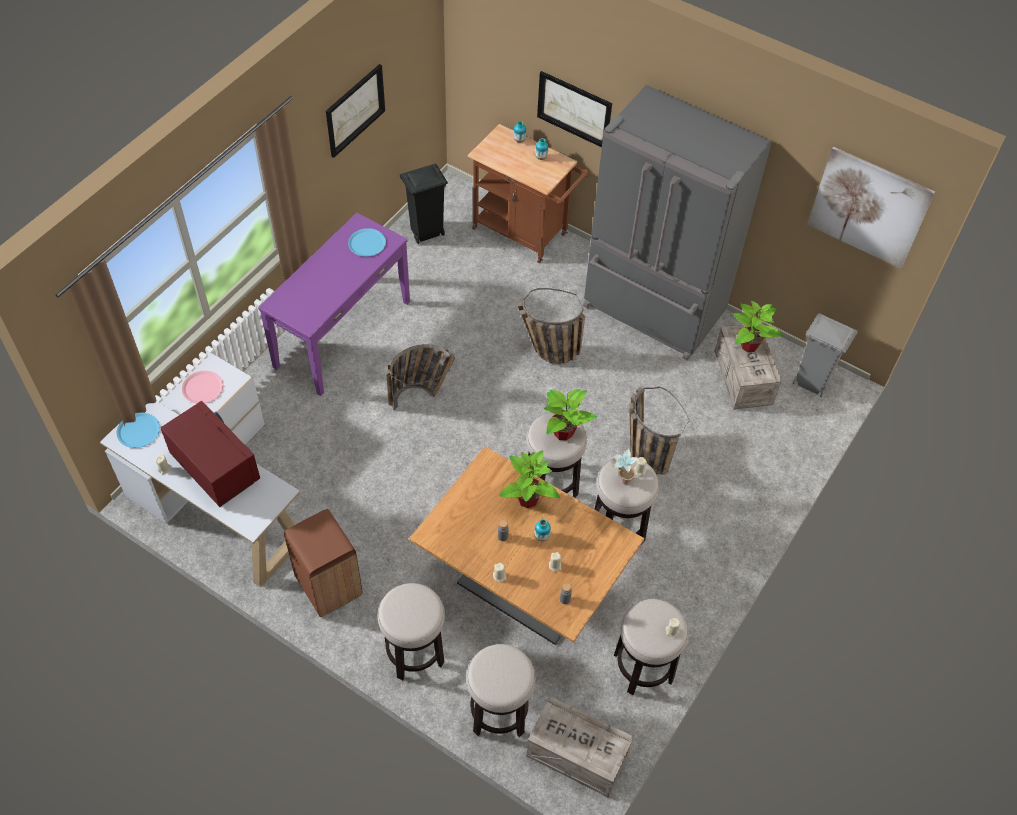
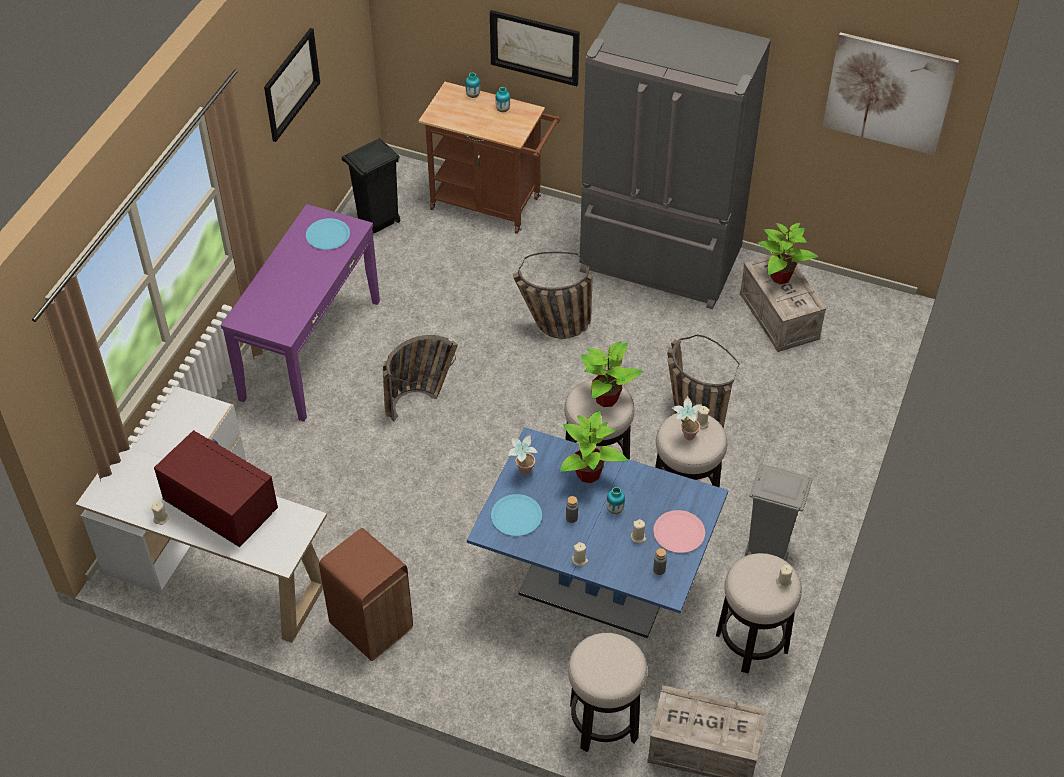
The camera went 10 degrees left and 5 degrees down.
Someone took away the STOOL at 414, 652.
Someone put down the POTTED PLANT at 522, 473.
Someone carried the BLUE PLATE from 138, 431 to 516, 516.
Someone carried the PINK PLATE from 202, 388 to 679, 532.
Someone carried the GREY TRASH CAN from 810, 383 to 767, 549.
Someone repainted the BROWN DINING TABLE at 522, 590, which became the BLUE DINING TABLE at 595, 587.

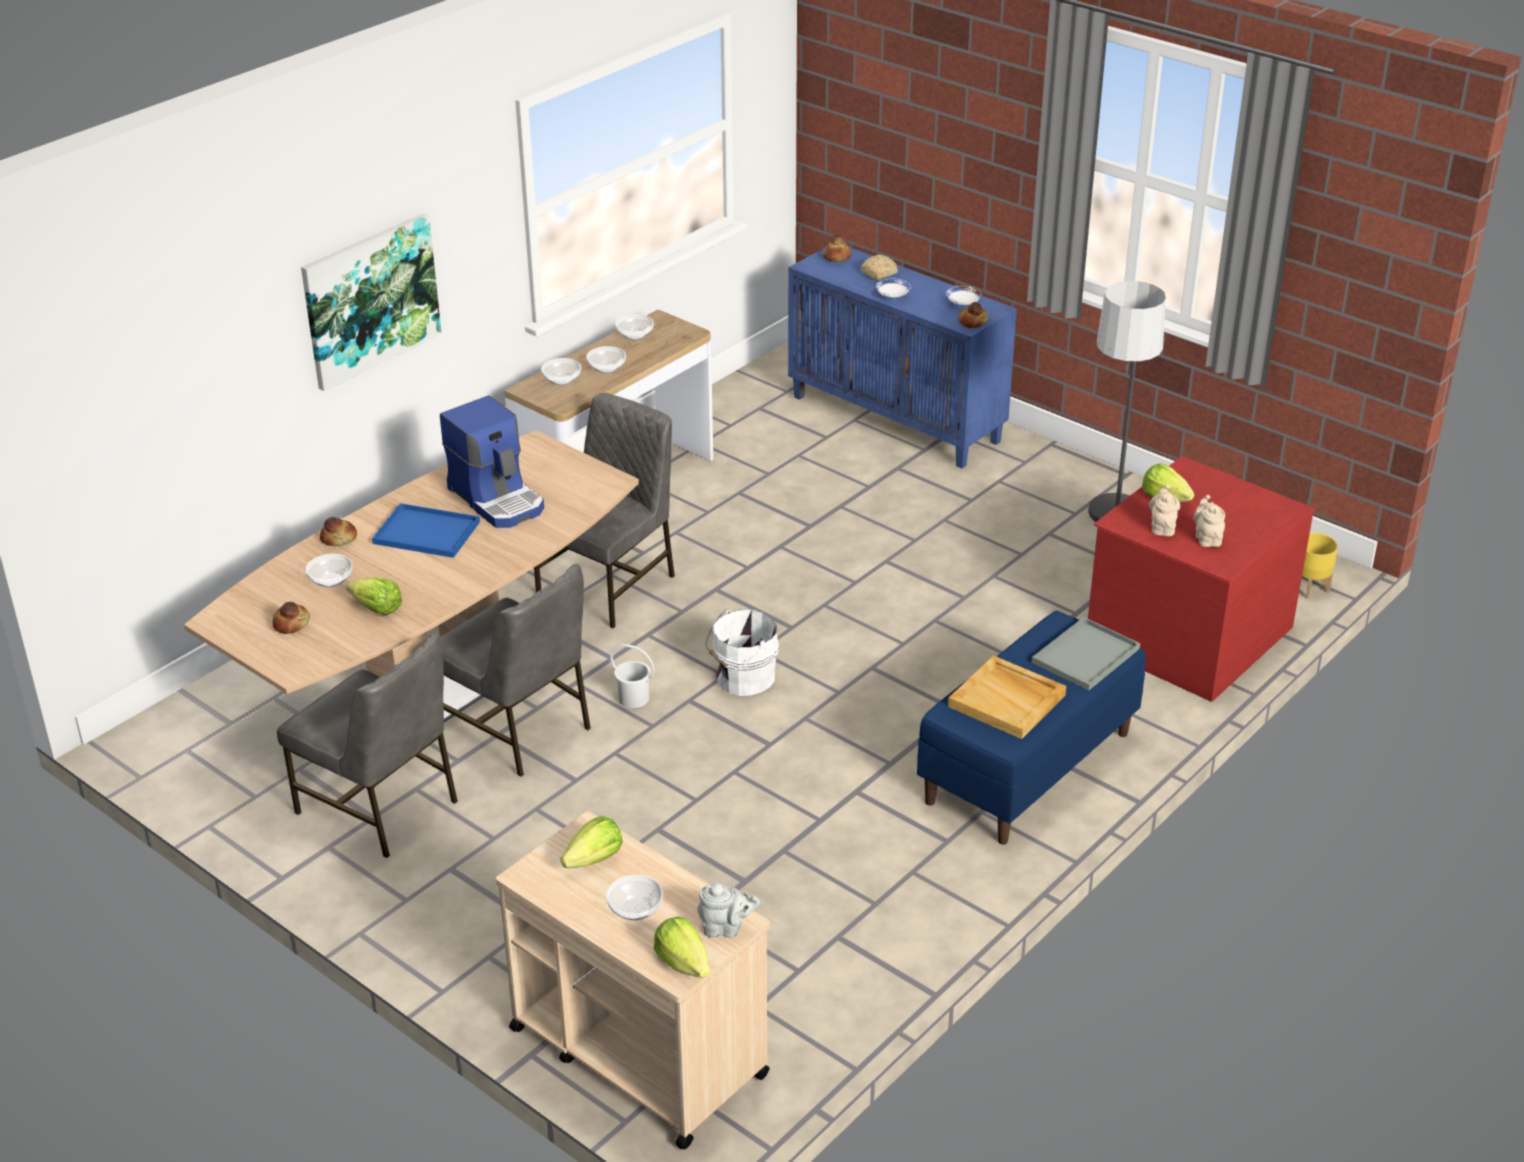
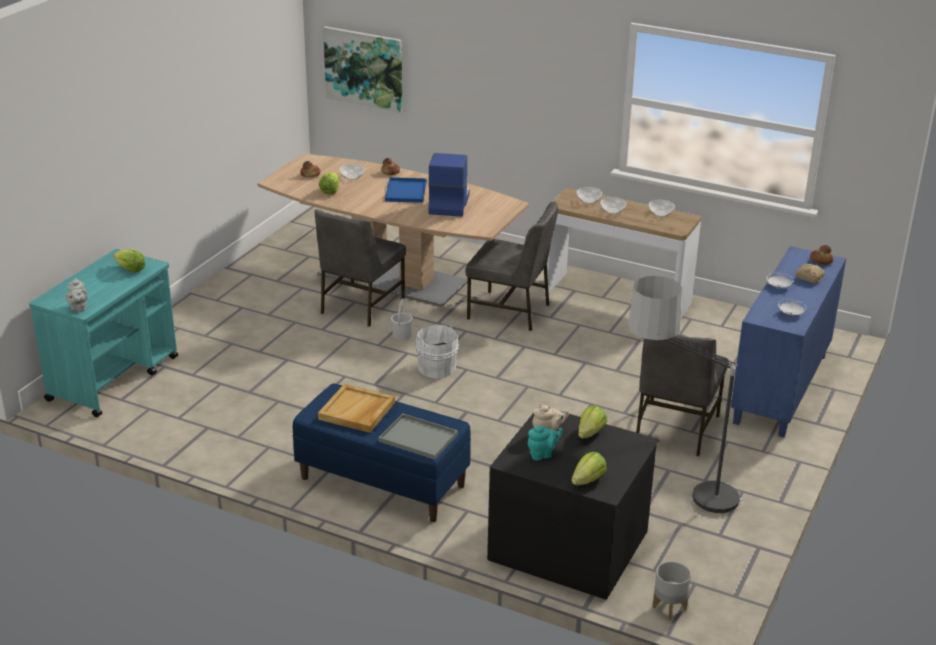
The camera went 75 degrees right and 5 degrees down.
Someone took away the BOWL at 636, 909.
Someone took away the BREAD at 973, 322.
Someone carried the GREY CHAIR from 380, 807 to 675, 429.
Someone carried the PICTURE from 370, 300 to 364, 68.
Someone carried the LETTUCE from 683, 963 to 588, 480.
Someone repainted the BEIGE CART at 637, 1050, which became the TURQUOISE CART at 114, 378.
Someone repainted the RED DRESSER at 1186, 634, which became the BLACK DRESSER at 569, 543.
Someone repainted the BEIGE TEAPOT at 1207, 538, which became the TURQUOISE TEAPOT at 542, 454.
Someone repainted the YELLOW PLANTER at 1310, 588, which became the GREY PLANTER at 669, 608.
Someone rotated the COFFEE MACHINE at 498, 499 by 150 degrees clockwise.

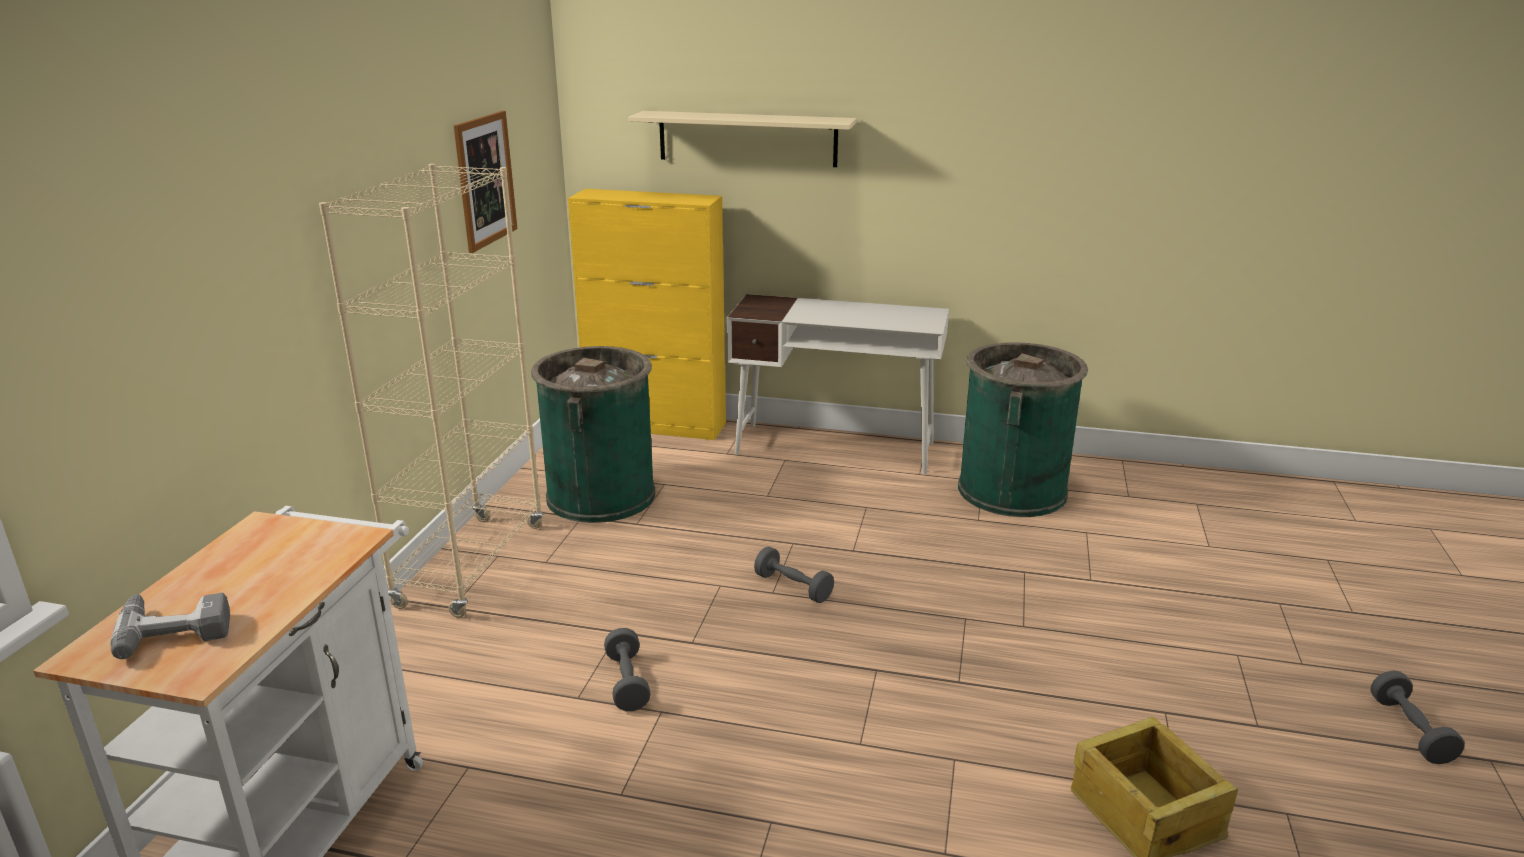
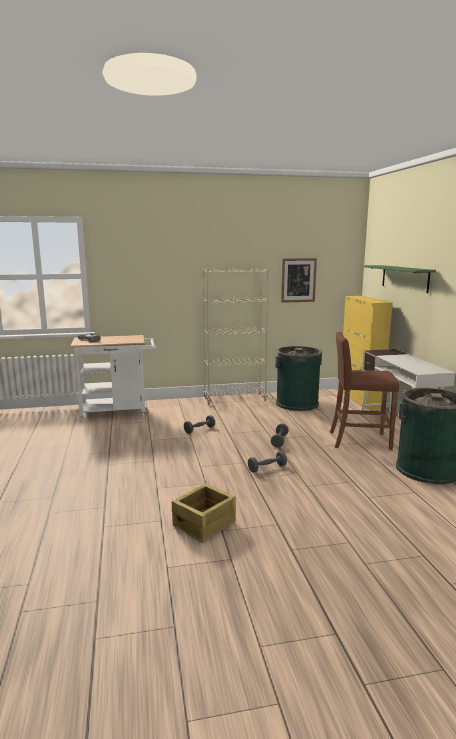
The camera went 65 degrees right and 10 degrees down.
Someone put down the BROWN STOOL at 359, 440.
Someone carried the GREY DUMBBELL from 1410, 730 to 267, 468.
Someone repainted the BEIGE SHELF at 747, 138, which became the GREEN SHELF at 404, 278.

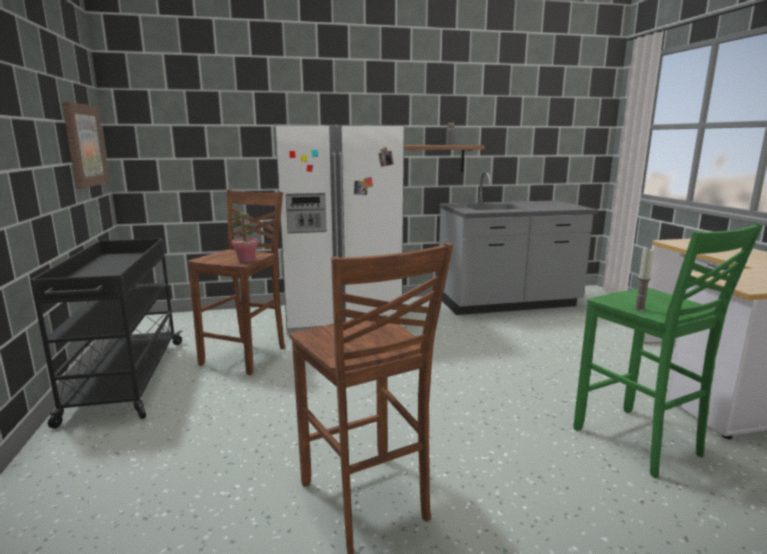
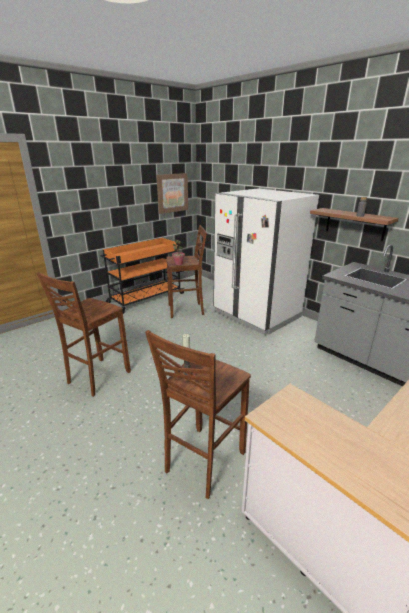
The camera went 60 degrees right and 10 degrees up.
Someone repainted the BLACK CART at 126, 380, which became the ORANGE CART at 145, 298.
Someone repainted the GREEN STOOL at 639, 443, which became the BROWN STOOL at 202, 462.

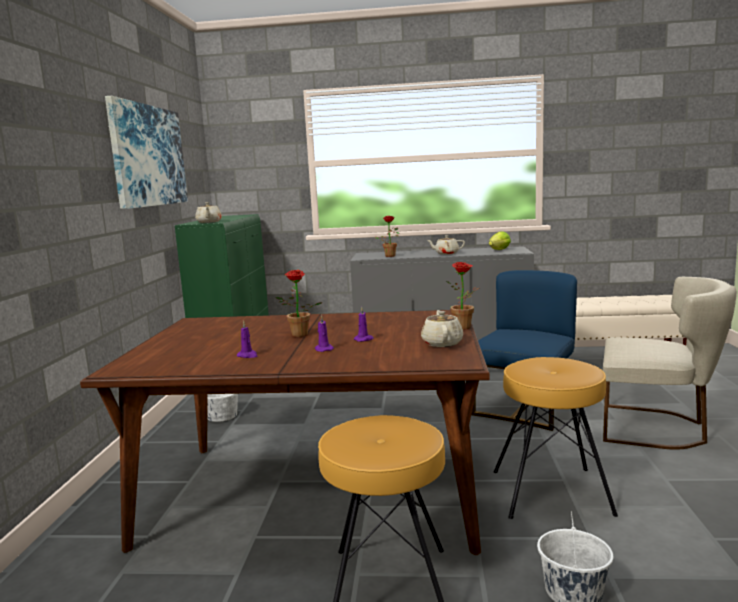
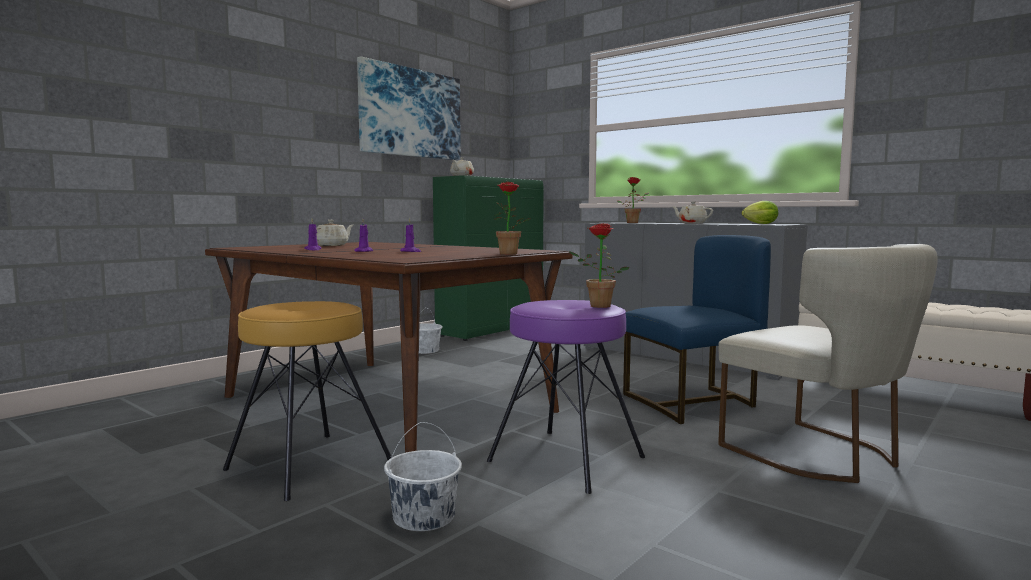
The camera went 35 degrees right and 5 degrees down.
Someone carried the POTTED PLANT from 298, 336 to 596, 306.
Someone carried the BEIGE TEAPOT from 442, 343 to 332, 245.
Someone repainted the BROWN STOOL at 551, 492, which became the PURPLE STOOL at 566, 459.

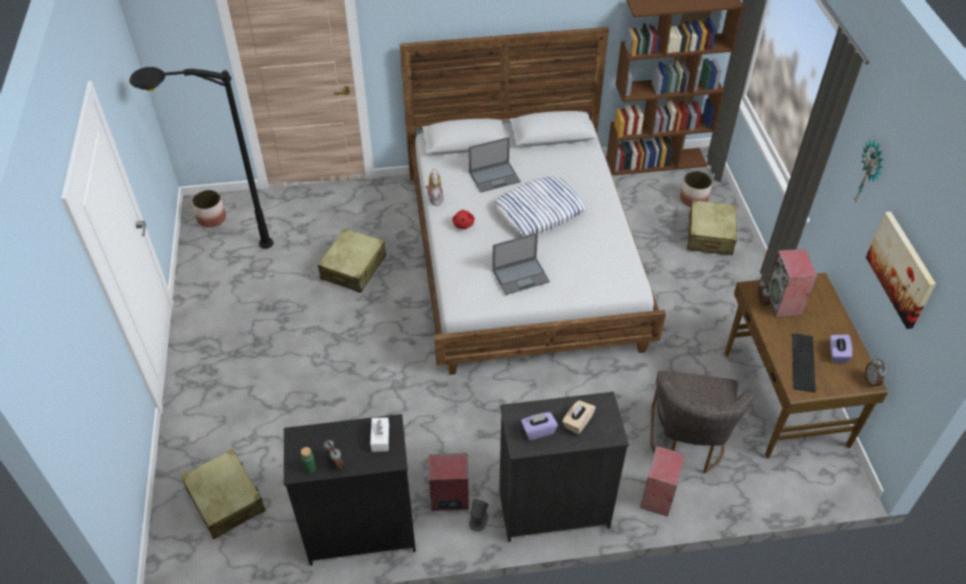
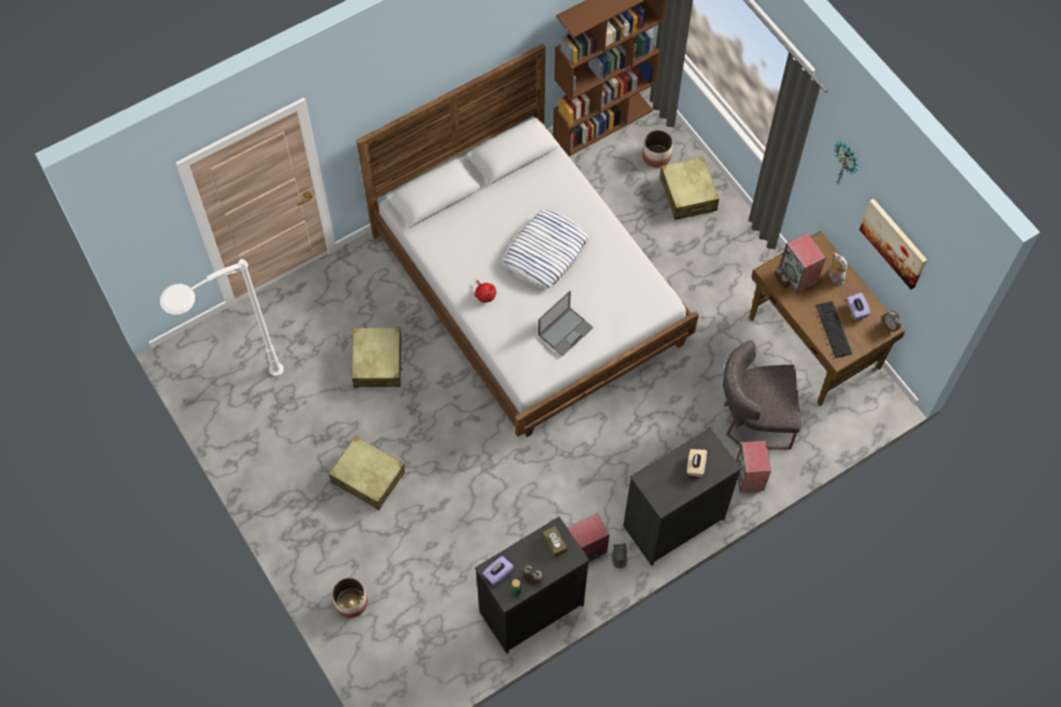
The camera went 25 degrees left and 15 degrees up.
Someone took away the LAPTOP at 495, 177.
Someone carried the BEIGE SUITCASE from 226, 500 to 368, 477.
Someone carried the PLANTER from 212, 218 to 351, 602.
Someone carried the PLUSH TOY from 434, 199 to 834, 277.
Someone carried the PURPLE TISSUE BOX from 538, 431 to 498, 573.
Someone repainted the BLACK FLOOR LAMP at 221, 251, which became the WHITE FLOOR LAMP at 237, 395.
Someone repainted the WHITE TISSUE BOX at 380, 438, which became the BROWN TISSUE BOX at 554, 543.
Someone rotated the GREY CHAIR at 686, 444 by 105 degrees clockwise.

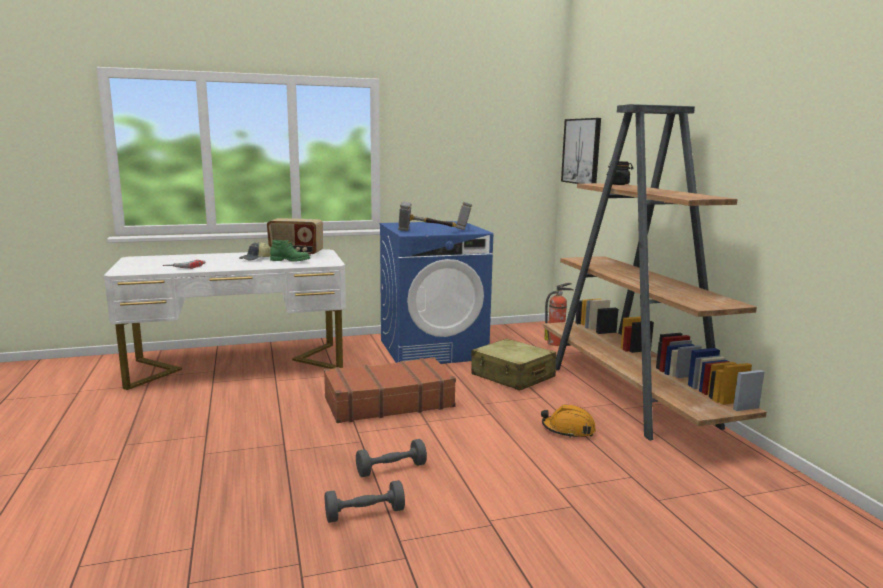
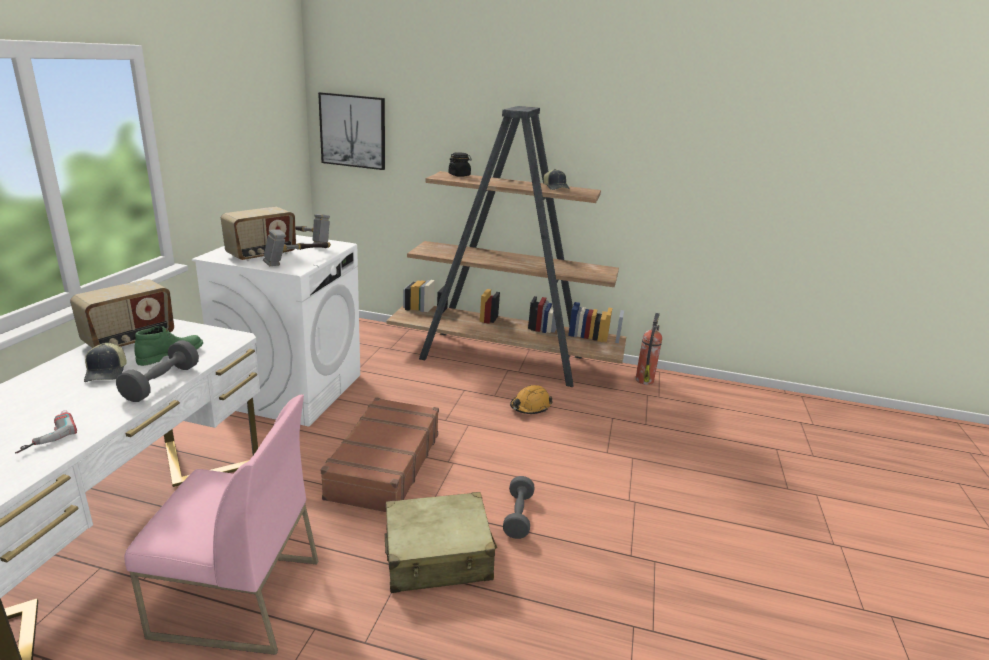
The camera went 60 degrees left and 10 degrees up.
Someone put down the PINK CHAIR at 236, 598.
Someone put down the RADIO at 262, 255.
Someone put down the CAP at 556, 188.
Someone carried the GREY DUMBBELL from 364, 514 to 161, 383.
Someone carried the BEIGE SUITCASE from 512, 376 to 438, 556.
Someone carried the FIRE EXTINGUISHER from 556, 343 to 644, 379.
Someone repainted the BLUE WASHING MACHINE at 433, 349, which became the WHITE WASHING MACHINE at 292, 389.

